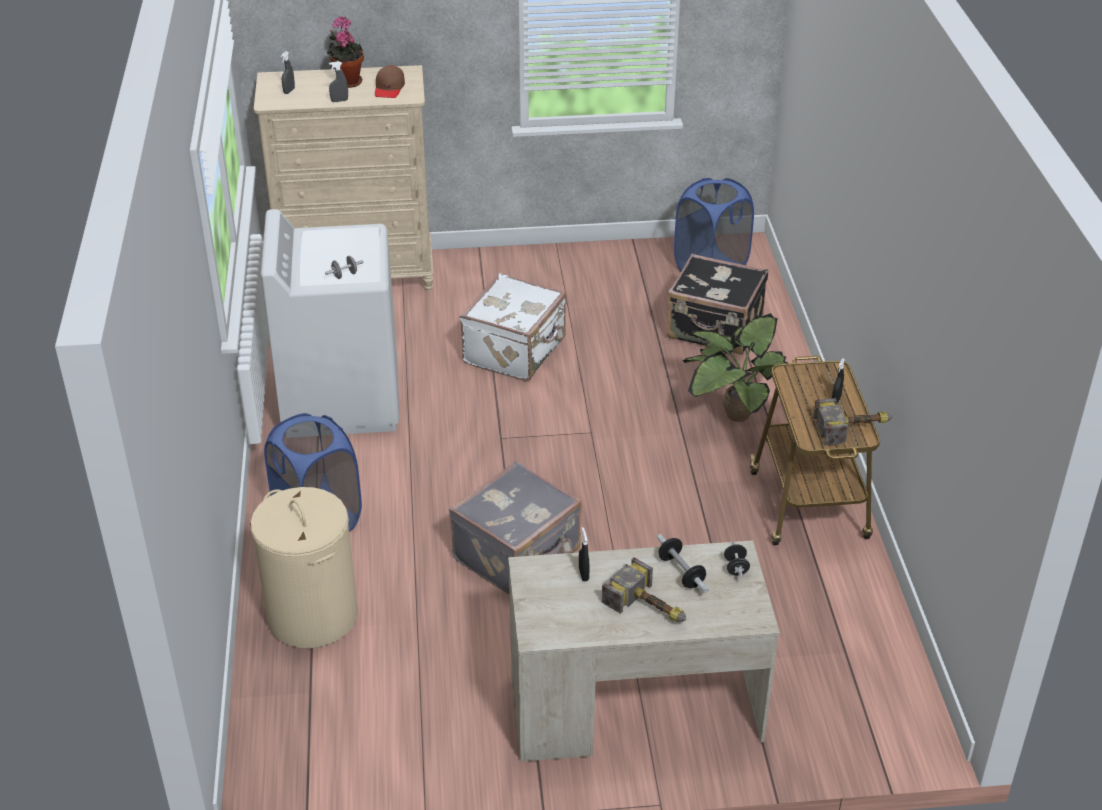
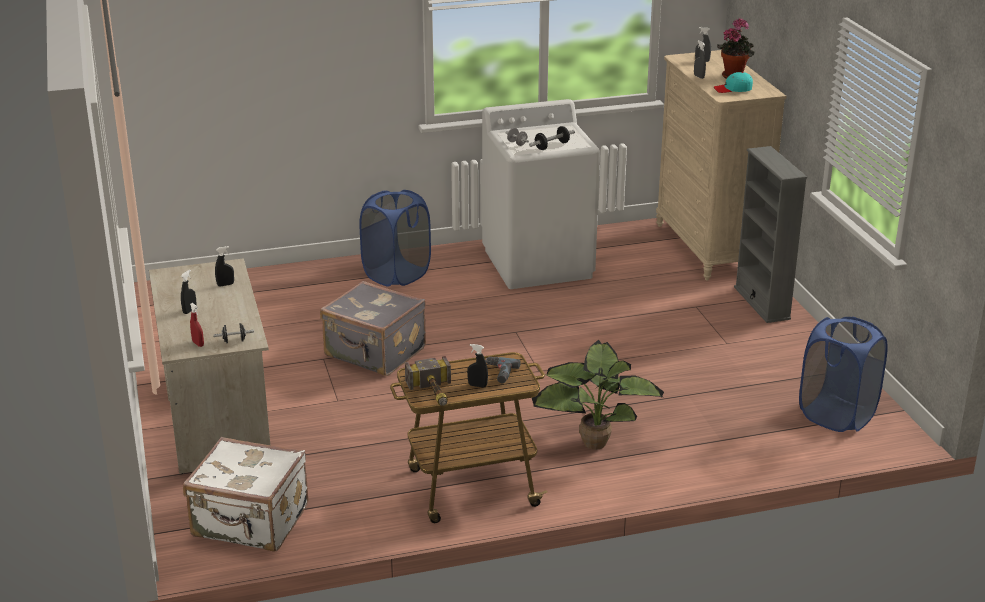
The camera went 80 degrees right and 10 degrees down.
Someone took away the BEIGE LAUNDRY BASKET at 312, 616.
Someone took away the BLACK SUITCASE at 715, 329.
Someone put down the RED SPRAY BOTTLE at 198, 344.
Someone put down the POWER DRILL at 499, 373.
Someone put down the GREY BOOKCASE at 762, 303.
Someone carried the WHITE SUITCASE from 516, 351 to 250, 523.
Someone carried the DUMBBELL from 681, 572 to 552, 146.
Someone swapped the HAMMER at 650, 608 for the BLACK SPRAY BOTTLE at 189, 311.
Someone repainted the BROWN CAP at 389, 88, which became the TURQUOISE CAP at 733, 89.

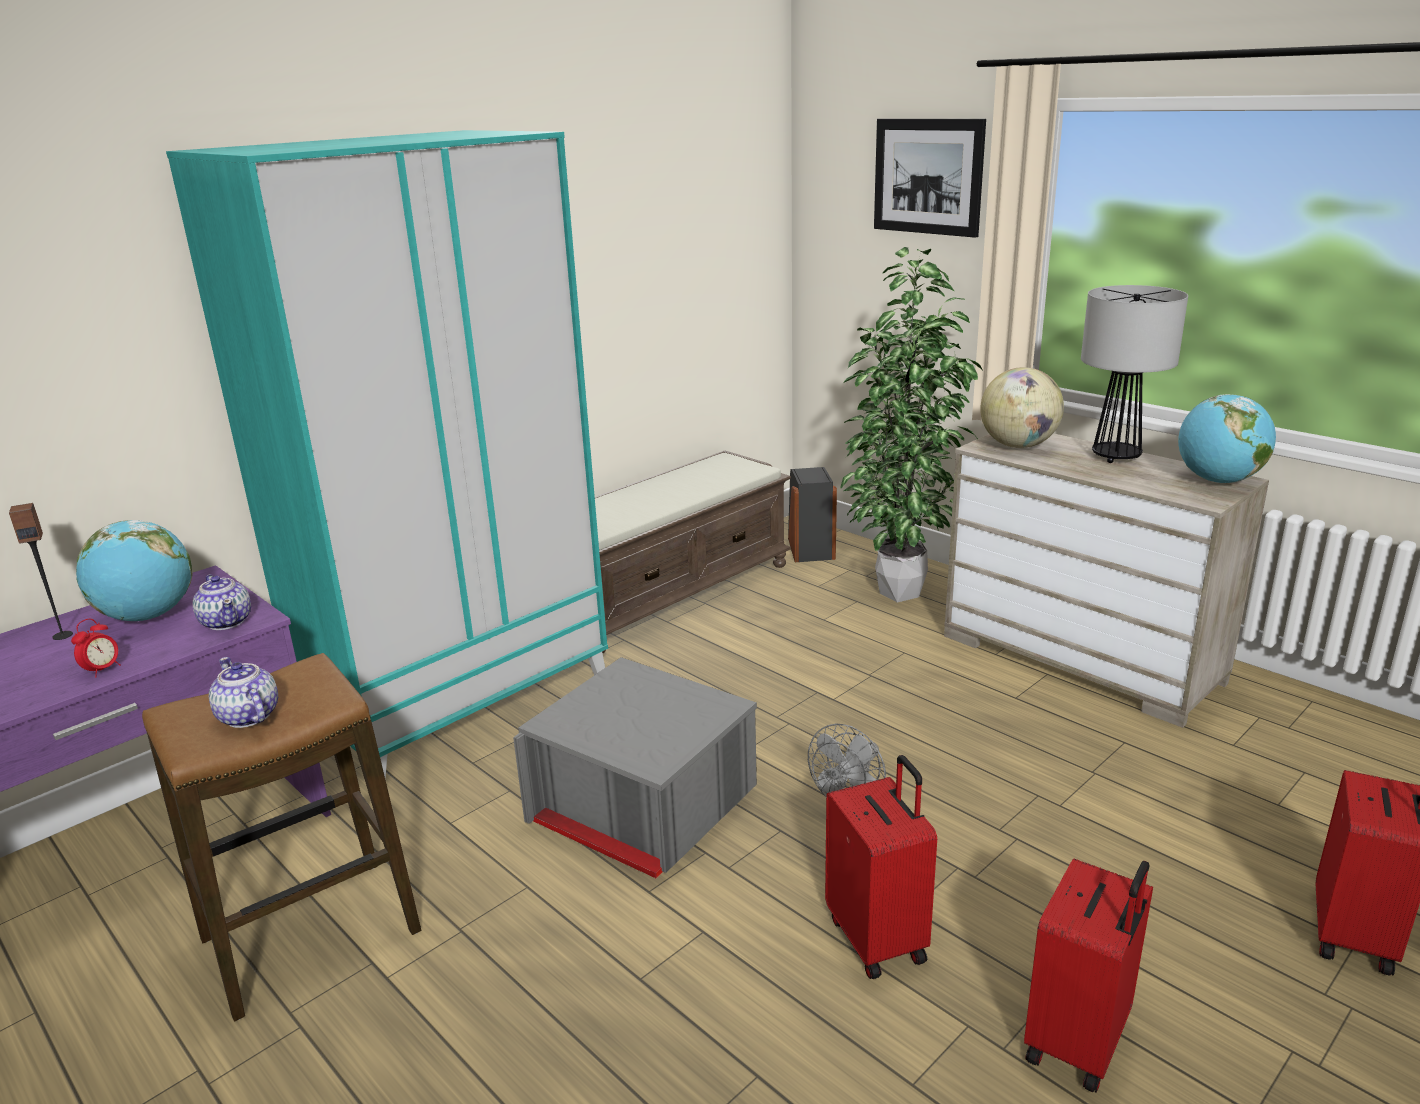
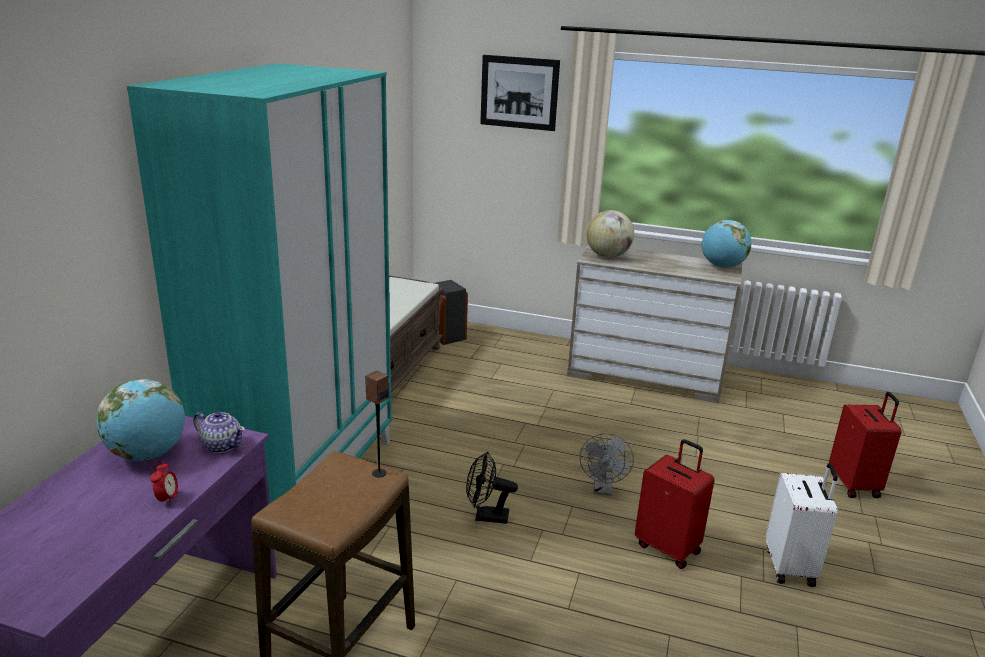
The camera went 30 degrees left and 0 degrees up.
Someone took away the TEAPOT at 248, 717.
Someone took away the POTTED PLANT at 905, 592.
Someone took away the TABLE LAMP at 1116, 457.
Someone carried the SPEAKER from 63, 635 to 379, 473.
Someone swapped the GREY STORAGE BOX at 643, 811 for the BLACK FAN at 486, 516.
Someone repainted the RED SUITCASE at 1079, 1042, which became the WHITE SUITCASE at 791, 567.

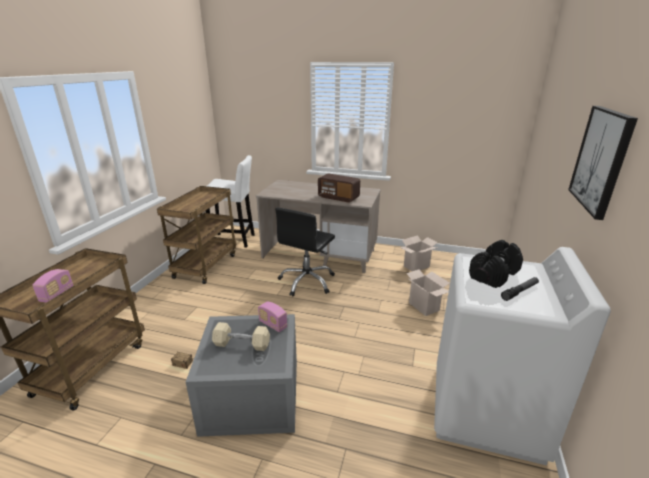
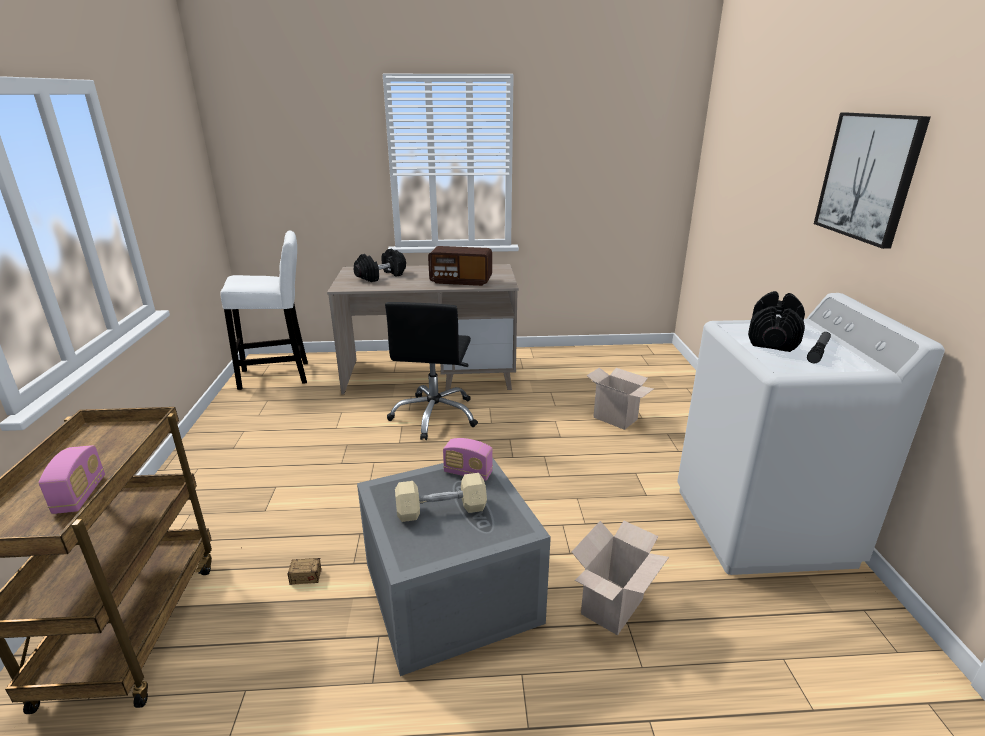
The camera went 20 degrees left and 0 degrees up.
Someone took away the BROWN CART at 205, 265.
Someone put down the BLACK DUMBBELL at 381, 276.
Someone carried the CARDBOARD BOX from 416, 267 to 613, 608.

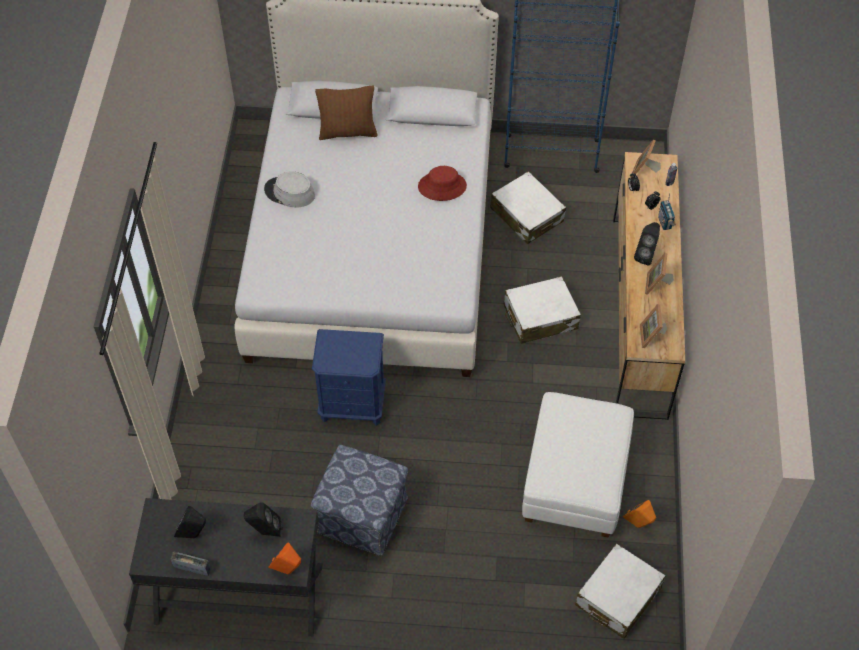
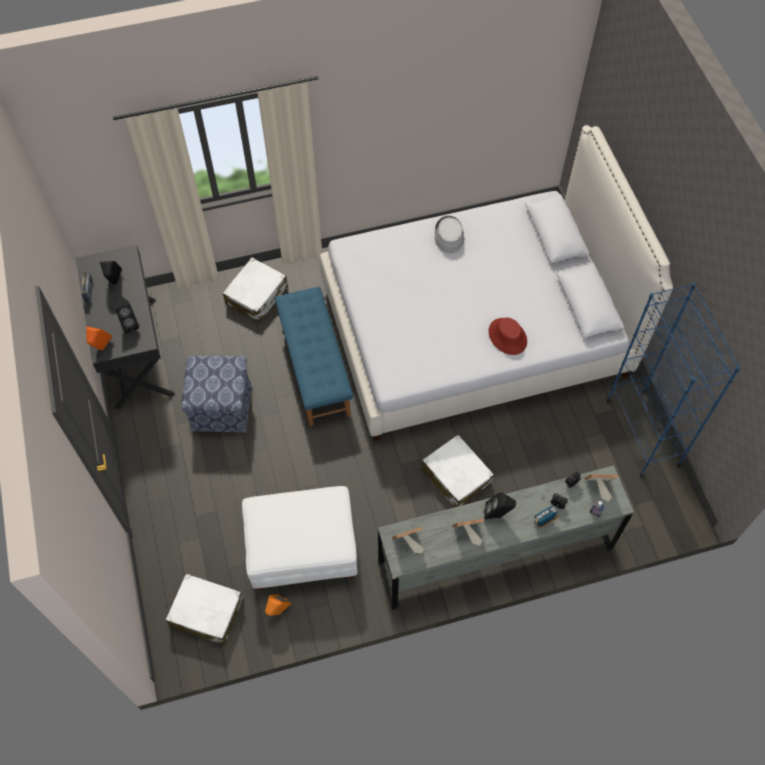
The camera went 70 degrees right and 5 degrees up.
Someone took away the BROWN PILLOW at 348, 132.
Someone carried the WHITE SUITCASE from 526, 215 to 257, 295.
Someone swapped the BLUE NIGHTSTAND at 353, 404 for the BLUE BENCH at 316, 368.
Someone repainted the BROWN DRESSER at 638, 313, which became the GREY DRESSER at 495, 555.

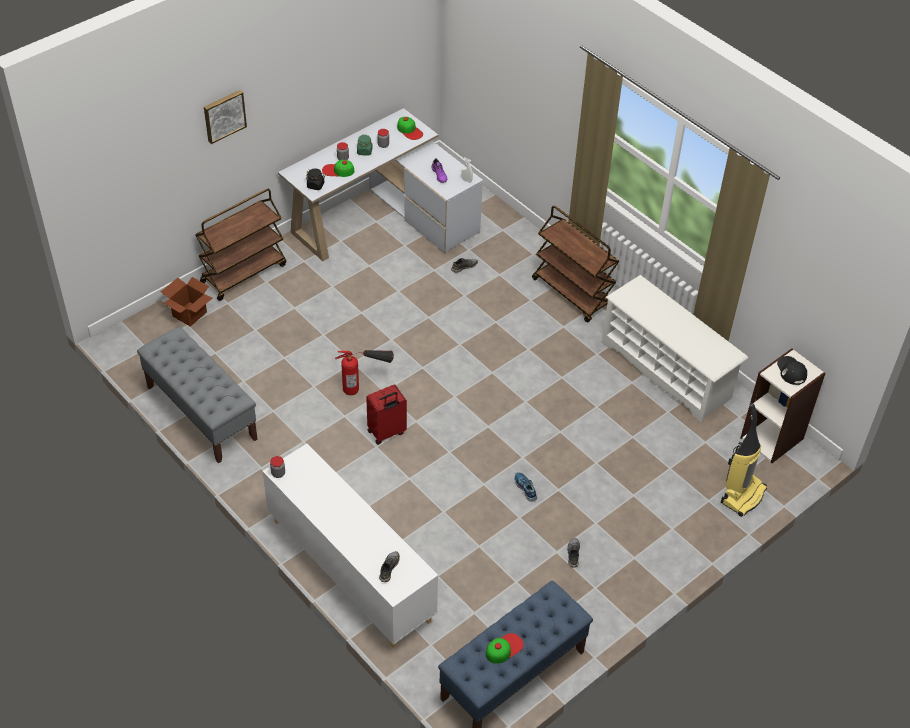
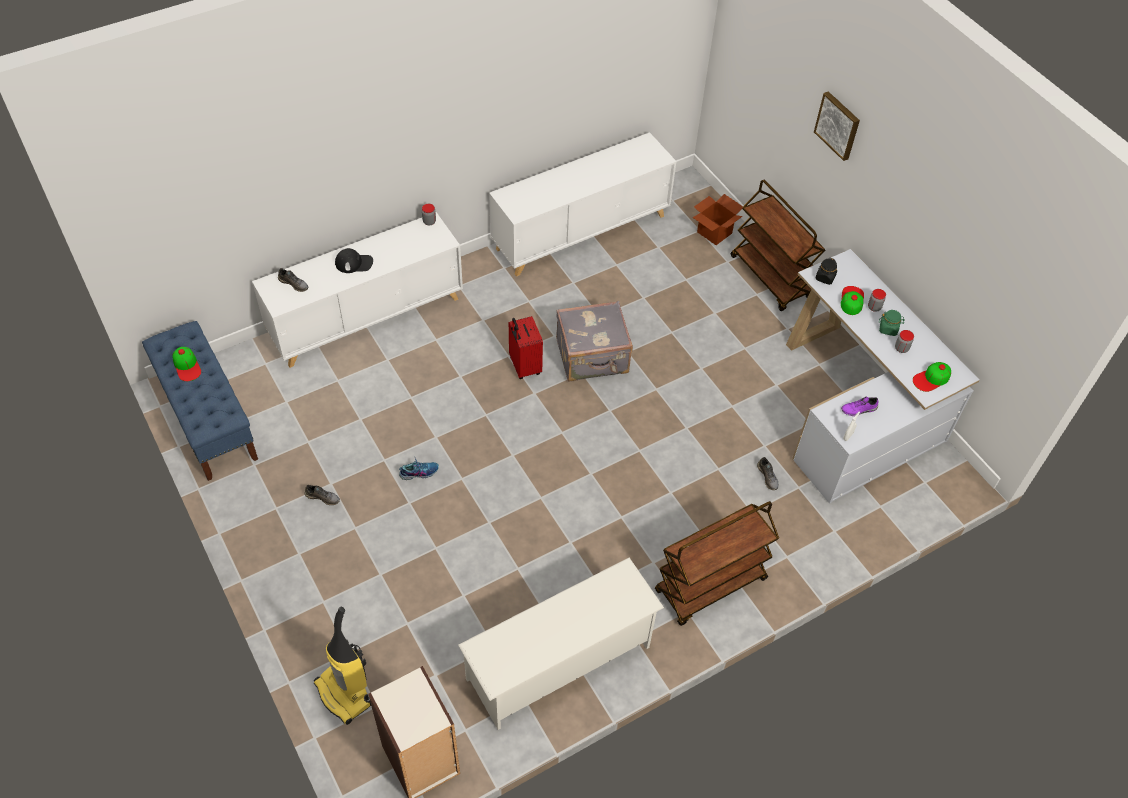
The camera went 100 degrees right and 5 degrees up.
Someone carried the BLACK CAP from 791, 371 to 354, 263.
Someone swapped the GREY BENCH at 201, 413 for the WHITE CABINET at 581, 232.
Someone swapped the FIRE EXTINGUISHER at 365, 385 for the GREY SUITCASE at 593, 358.

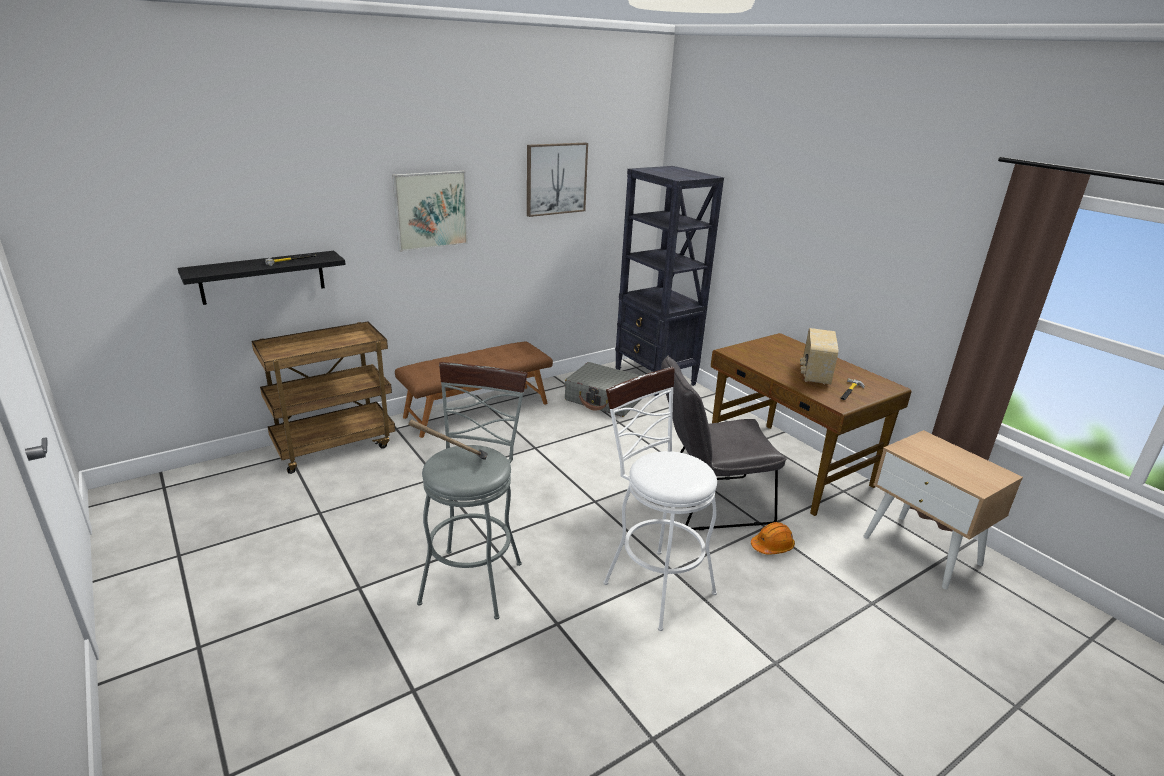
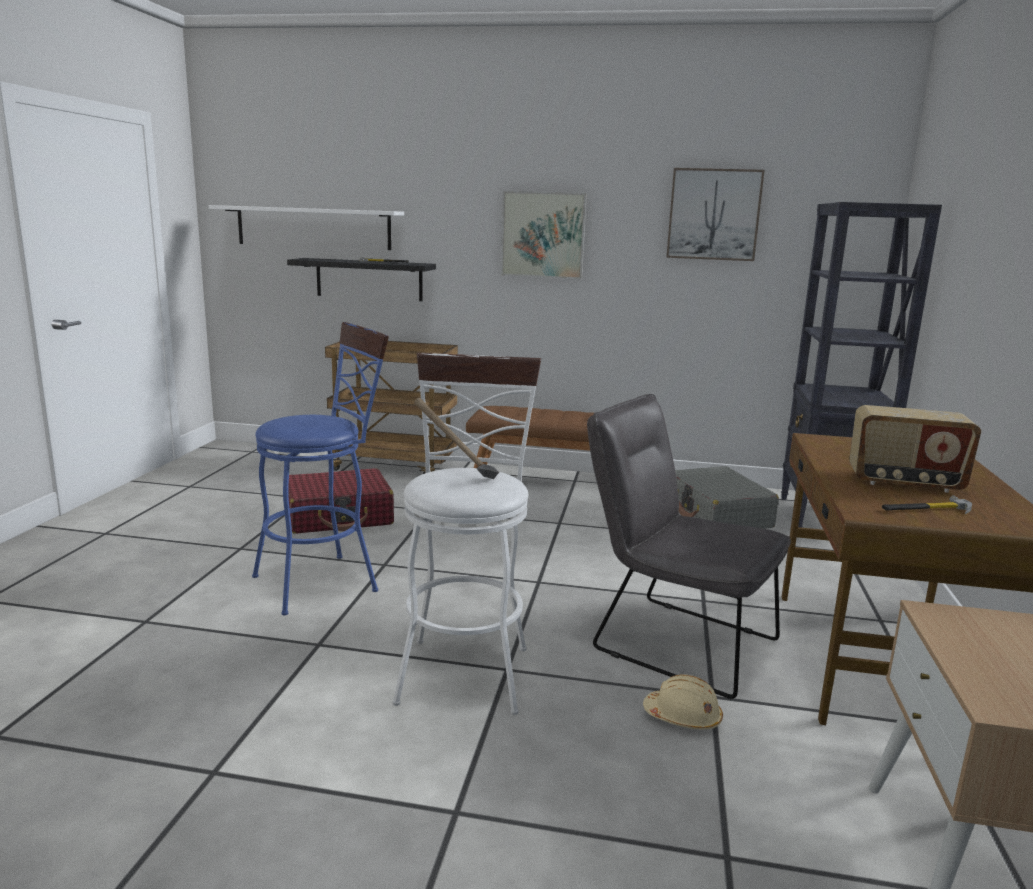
The camera went 45 degrees right and 10 degrees down.
Someone put up the WHITE SHELF at 313, 227.
Someone put down the RED SUITCASE at 339, 516.
Someone carried the HAMMER from 453, 463 to 455, 473.
Someone repainted the GREY STOOL at 474, 576, which became the BLUE STOOL at 325, 580.
Someone repainted the ORANGE HARD HAT at 772, 546, which became the BEIGE HARD HAT at 683, 717.
Someone rotated the RADIO at 814, 374 by 135 degrees counterclockwise.

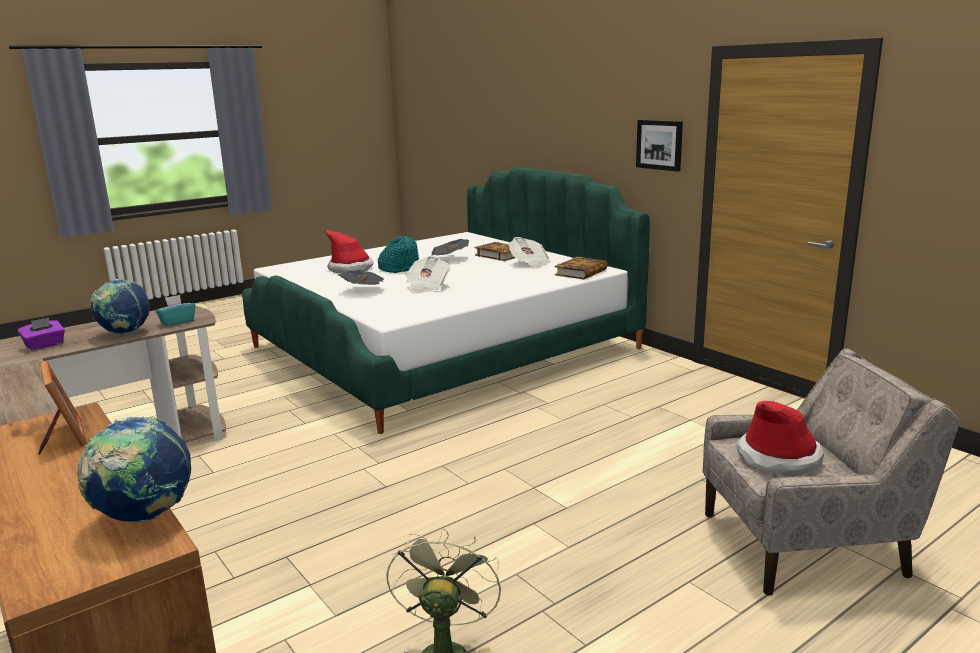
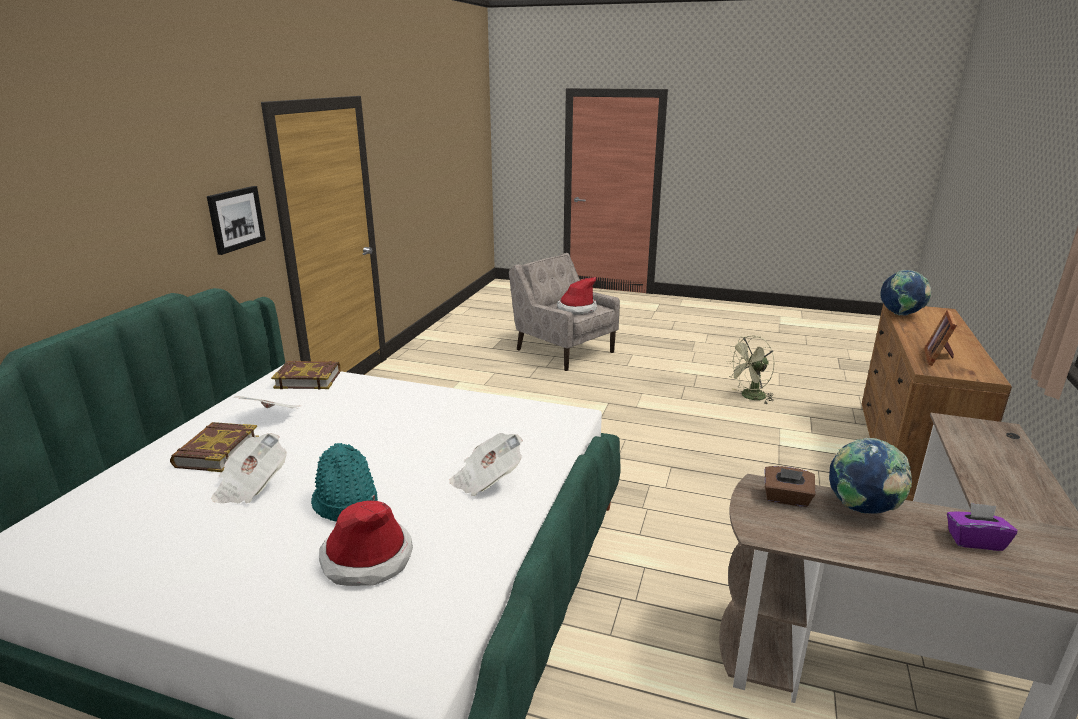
The camera went 125 degrees left and 5 degrees up.
Someone took away the NEWSPAPER at 426, 287.
Someone repainted the TURQUOISE TISSUE BOX at 177, 322, which became the BROWN TISSUE BOX at 786, 498.

